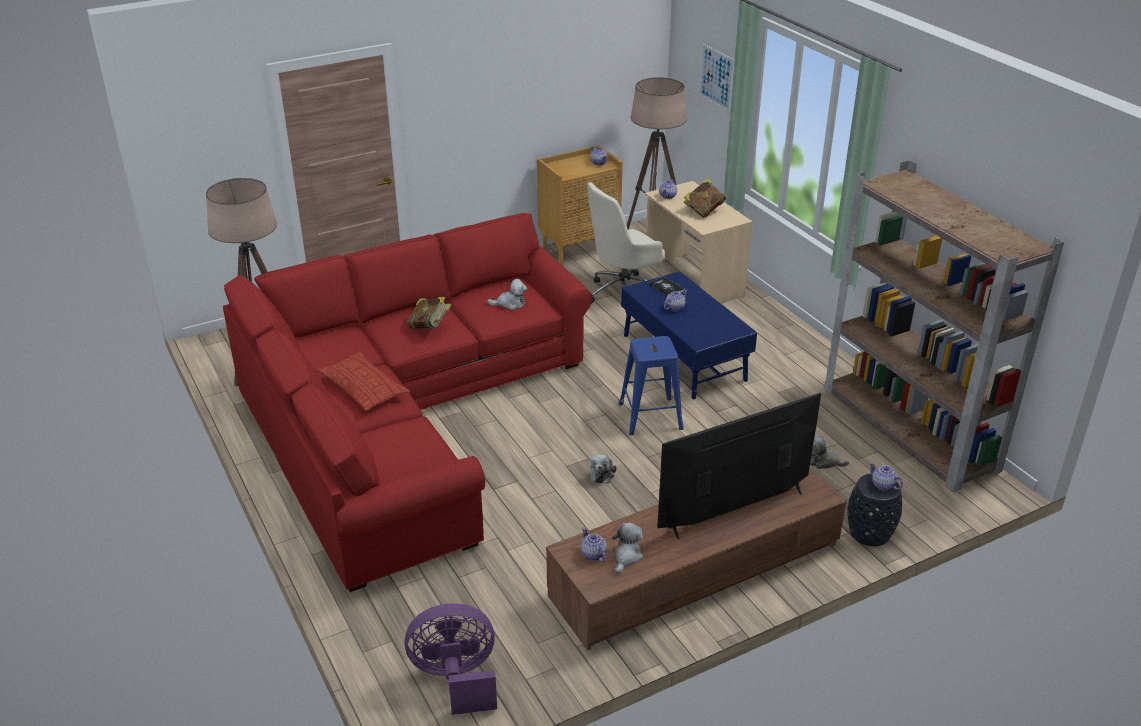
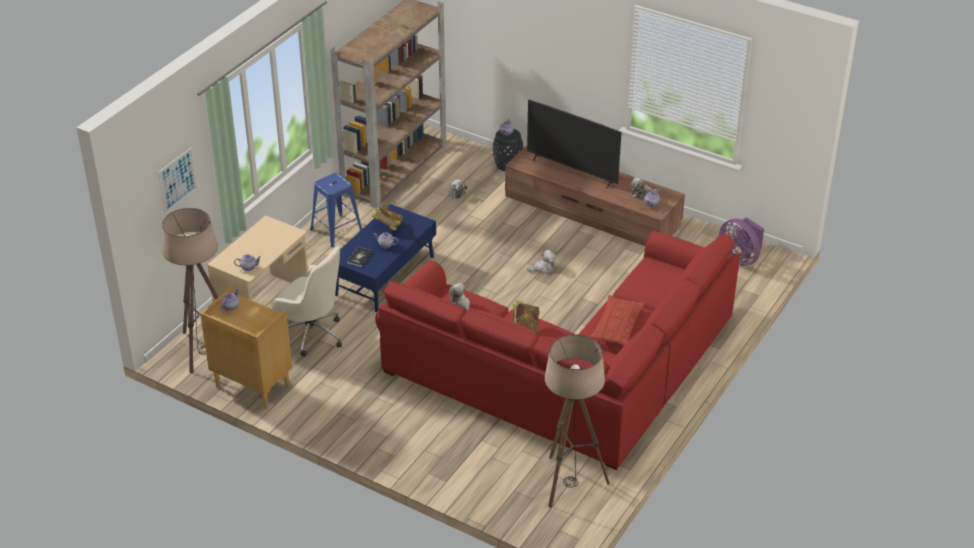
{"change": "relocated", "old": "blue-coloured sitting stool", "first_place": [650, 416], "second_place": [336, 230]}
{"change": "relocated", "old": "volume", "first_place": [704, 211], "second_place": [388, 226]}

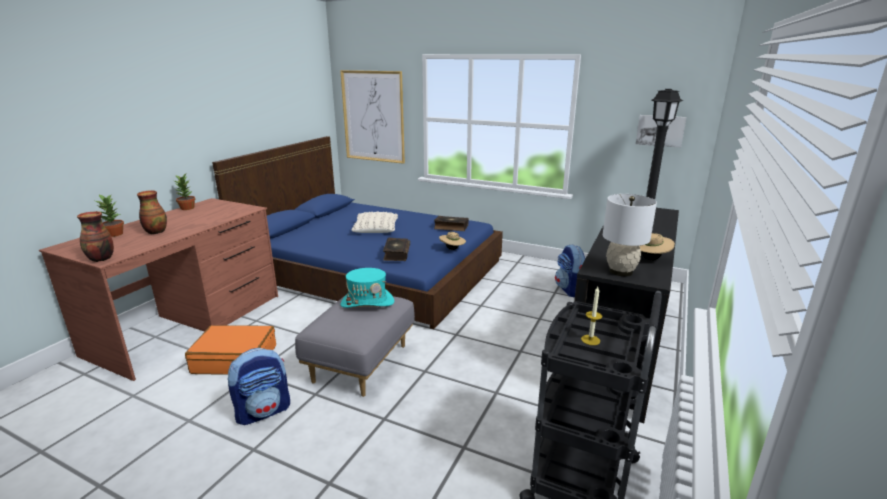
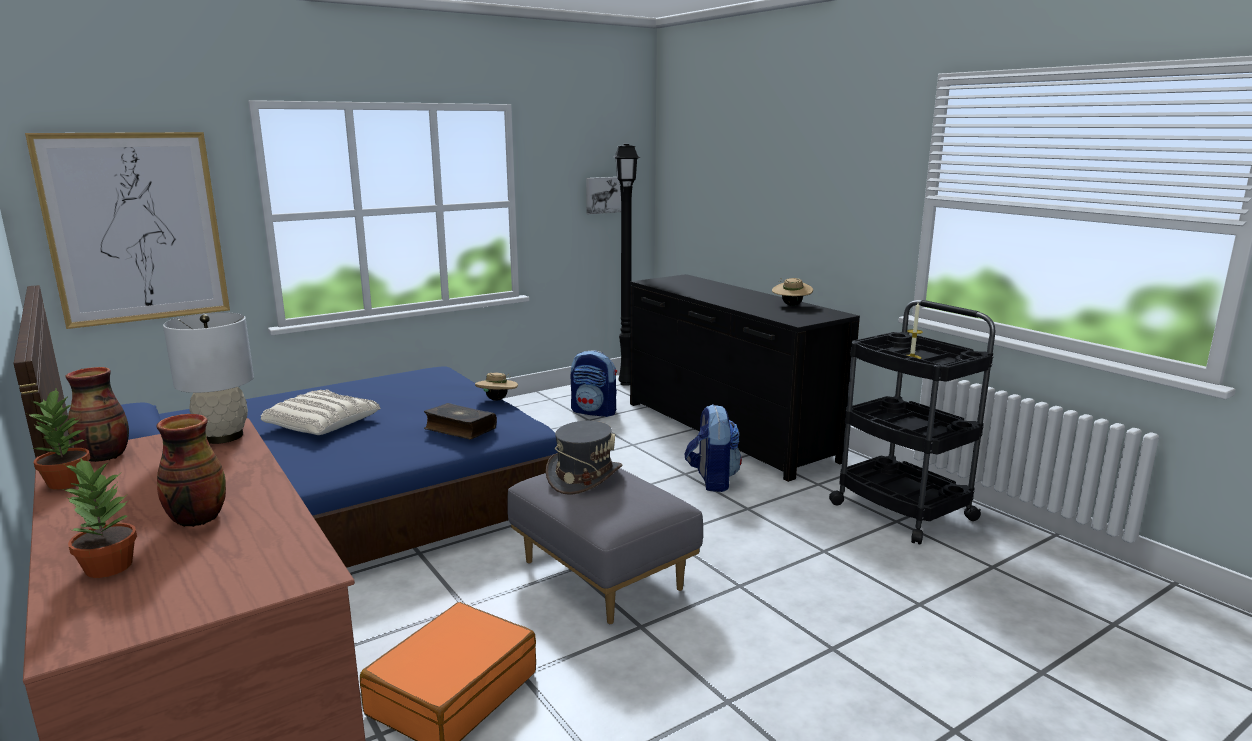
{"change": "relocated", "old": "decorative vase", "first_place": [101, 259], "second_place": [105, 456]}
{"change": "relocated", "old": "white-coloured table lamp", "first_place": [621, 271], "second_place": [223, 436]}
{"change": "colour", "old": "blue-green clothing hat", "new": "greyish clothing hat", "first_place": [367, 302], "second_place": [584, 477]}
{"change": "relocated", "old": "rucksack", "first_place": [264, 411], "second_place": [712, 480]}
{"change": "missing", "old": "volume", "first_place": [451, 227]}

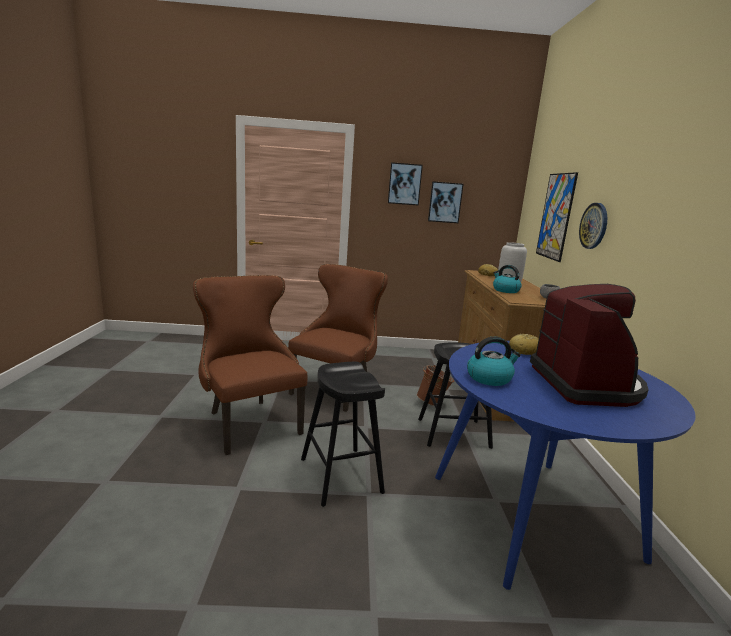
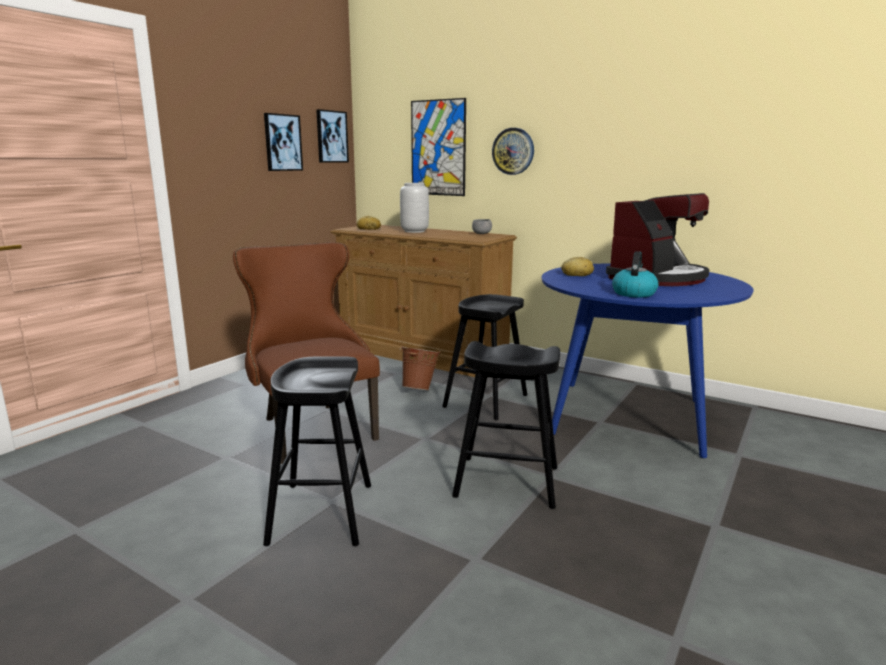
{"change": "exchanged", "old": "brown plain chair", "new": "black sitting stool", "first_place": [249, 422], "second_place": [321, 513]}
{"change": "relocated", "old": "wall art", "first_place": [404, 184], "second_place": [331, 136]}
{"change": "spun", "old": "coffee machine", "first_place": [586, 384], "second_place": [658, 278], "degrees": 105}
{"change": "missing", "old": "water kettle", "first_place": [505, 290]}

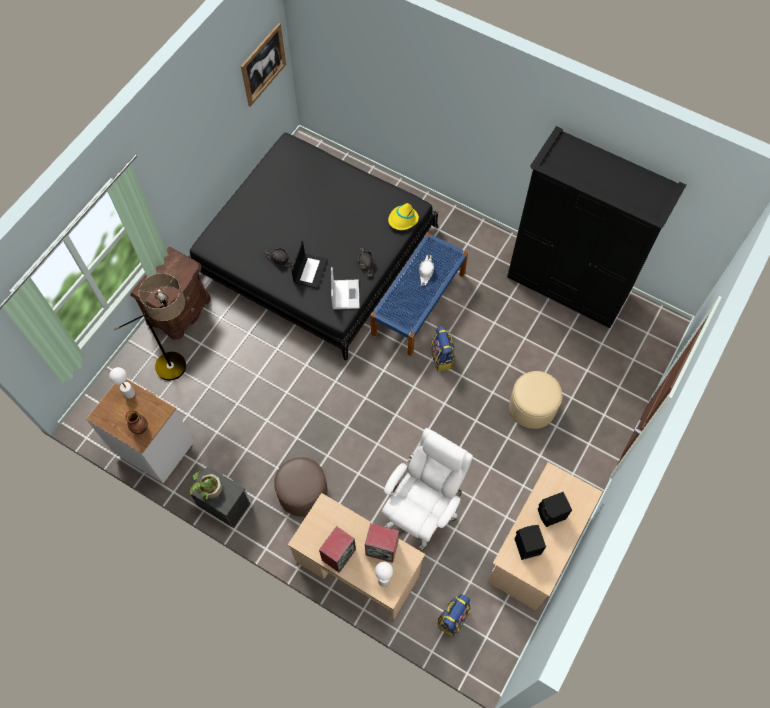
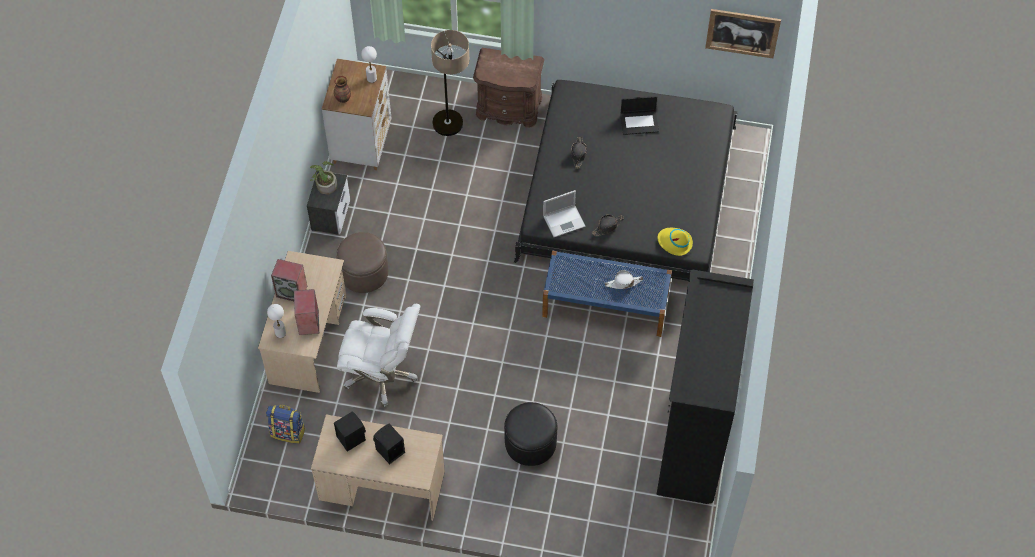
{"change": "colour", "old": "sand-coloured pouffe", "new": "black pouffe", "first_place": [532, 407], "second_place": [530, 442]}
{"change": "relocated", "old": "notebook computer", "first_place": [310, 270], "second_place": [639, 122]}
{"change": "missing", "old": "rucksack", "first_place": [442, 357]}

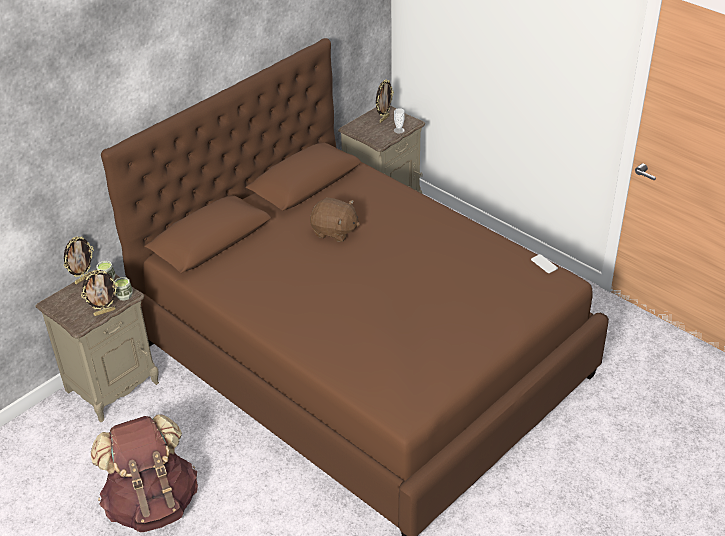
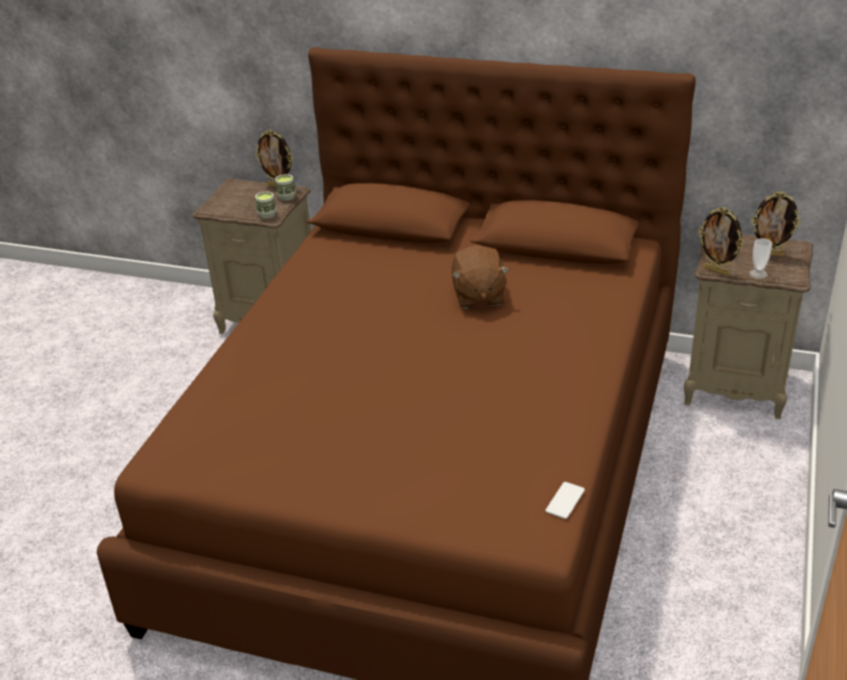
{"change": "relocated", "old": "picture frame", "first_place": [104, 312], "second_place": [716, 271]}
{"change": "missing", "old": "brown rucksack", "first_place": [152, 503]}

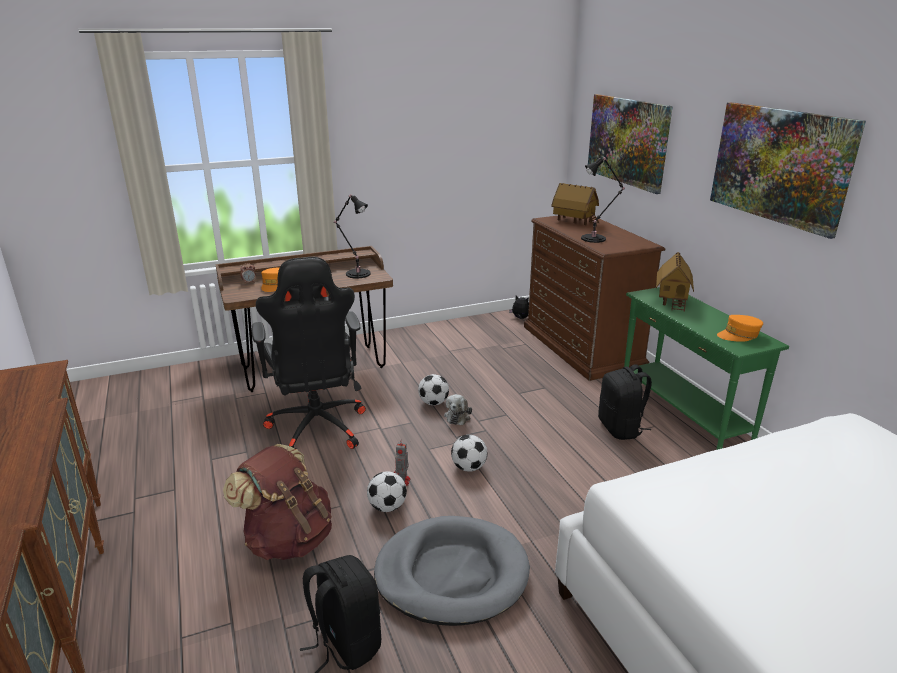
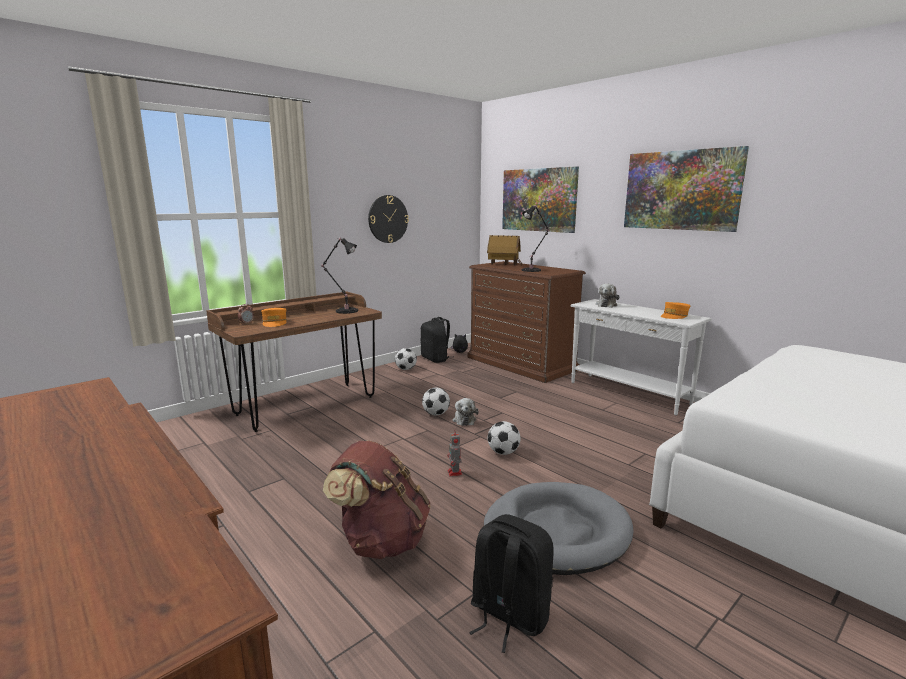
{"change": "appeared", "new": "hanging clock", "second_place": [388, 219]}
{"change": "relocated", "old": "football", "first_place": [387, 507], "second_place": [406, 369]}
{"change": "relocated", "old": "black rucksack", "first_place": [621, 429], "second_place": [436, 359]}
{"change": "colour", "old": "greenish console table", "new": "white-coloured console table", "first_place": [684, 415], "second_place": [629, 393]}
{"change": "exchanged", "old": "model house", "new": "soft toy", "first_place": [672, 300], "second_place": [607, 305]}
{"change": "missing", "old": "black desk chair", "first_place": [316, 423]}

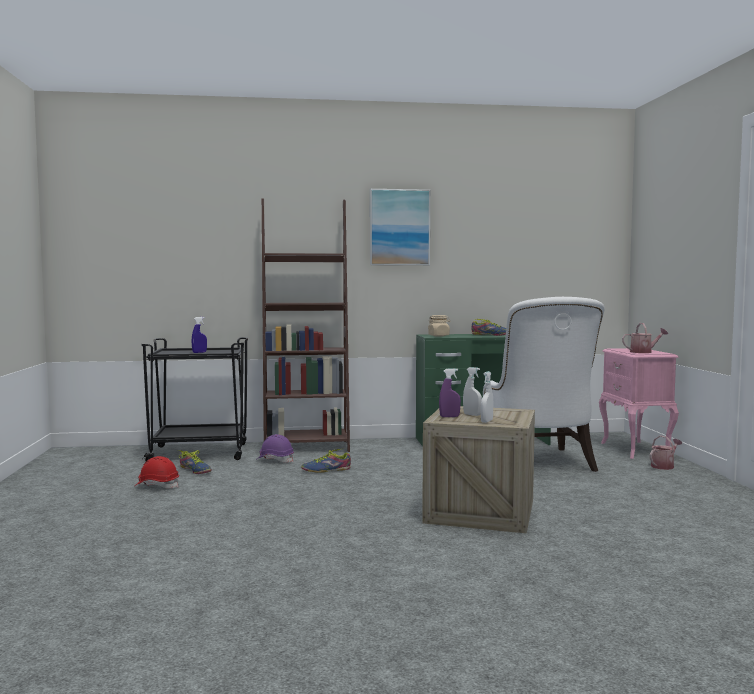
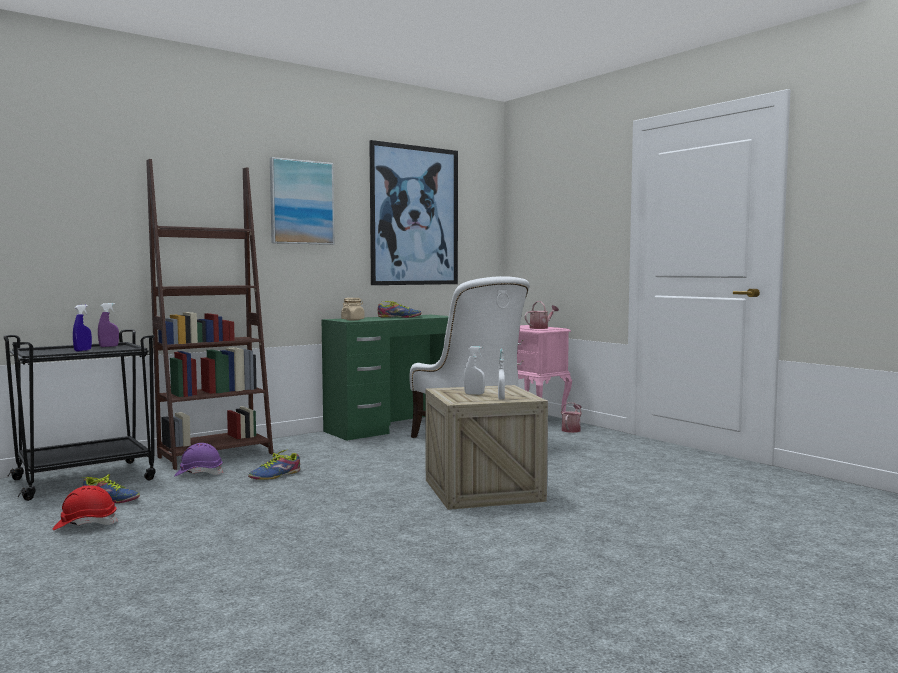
{"change": "relocated", "old": "purple hand sprayer", "first_place": [449, 416], "second_place": [109, 346]}
{"change": "appeared", "new": "wall art", "second_place": [414, 216]}

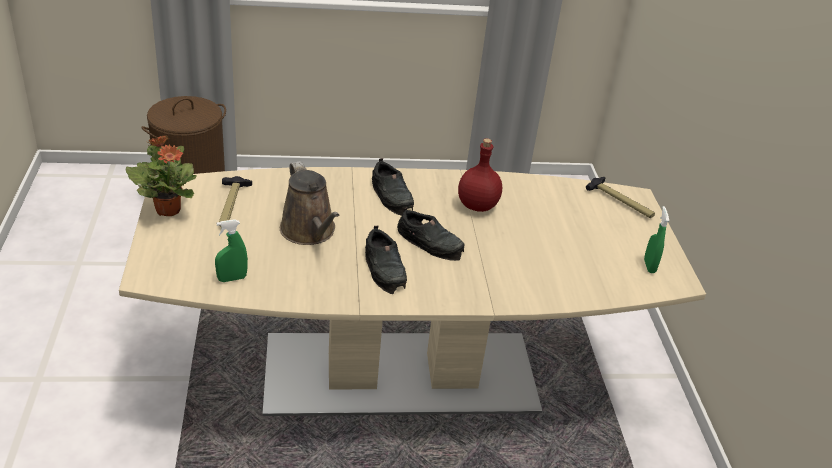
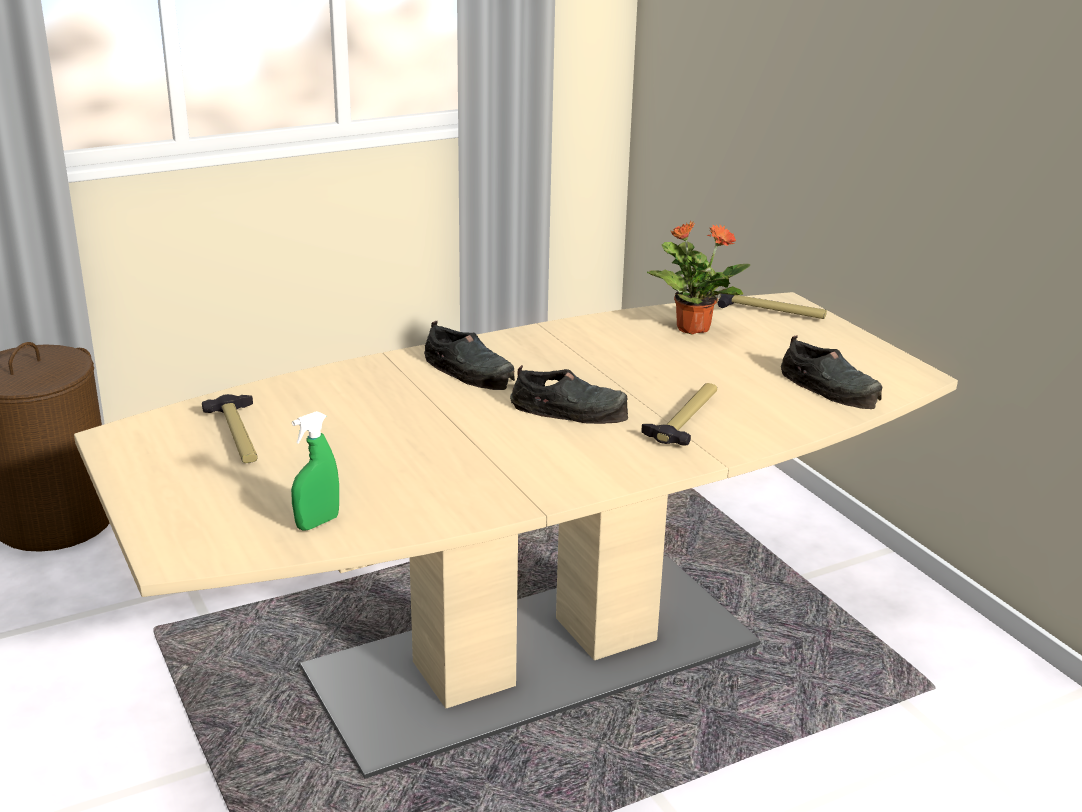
{"change": "appeared", "new": "hand hammer", "second_place": [686, 419]}
{"change": "relocated", "old": "plant in a pot", "first_place": [168, 209], "second_place": [692, 328]}
{"change": "relocated", "old": "black low shoe", "first_place": [385, 268], "second_place": [830, 387]}
{"change": "missing", "old": "brown watering can", "first_place": [310, 232]}
{"change": "missing", "old": "red-coloured beverage bottle", "first_place": [477, 206]}
{"change": "missing", "old": "greenish hand sprayer", "first_place": [649, 266]}

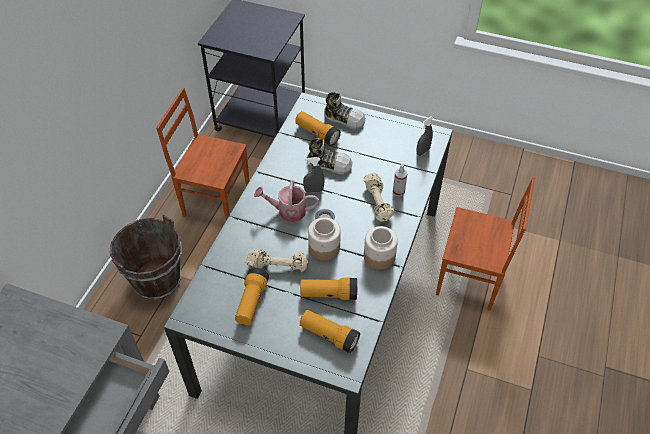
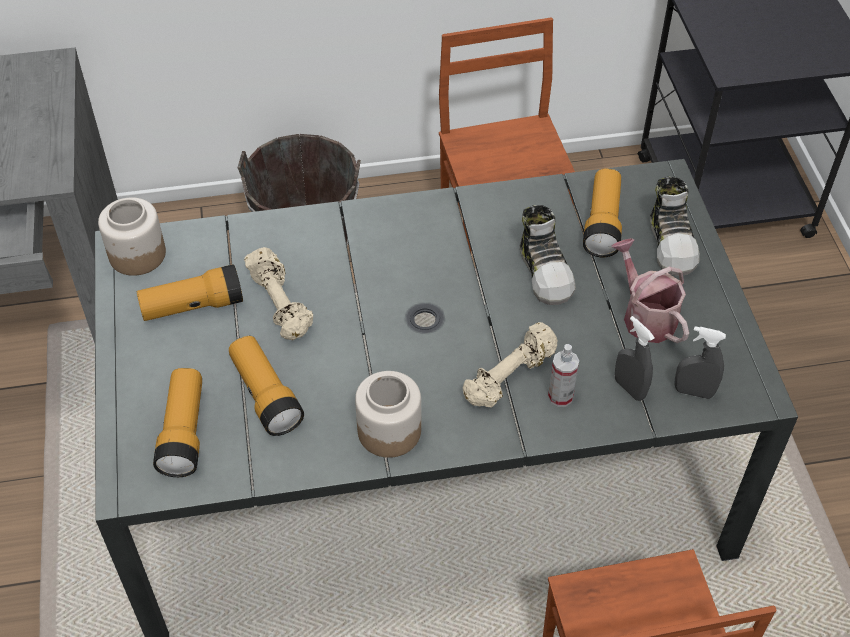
{"change": "relocated", "old": "storage jar", "first_place": [324, 248], "second_place": [136, 254]}
{"change": "relocated", "old": "watering can", "first_place": [287, 211], "second_place": [645, 316]}
{"change": "relocated", "old": "greyish hand sprayer", "first_place": [314, 190], "second_place": [629, 388]}

